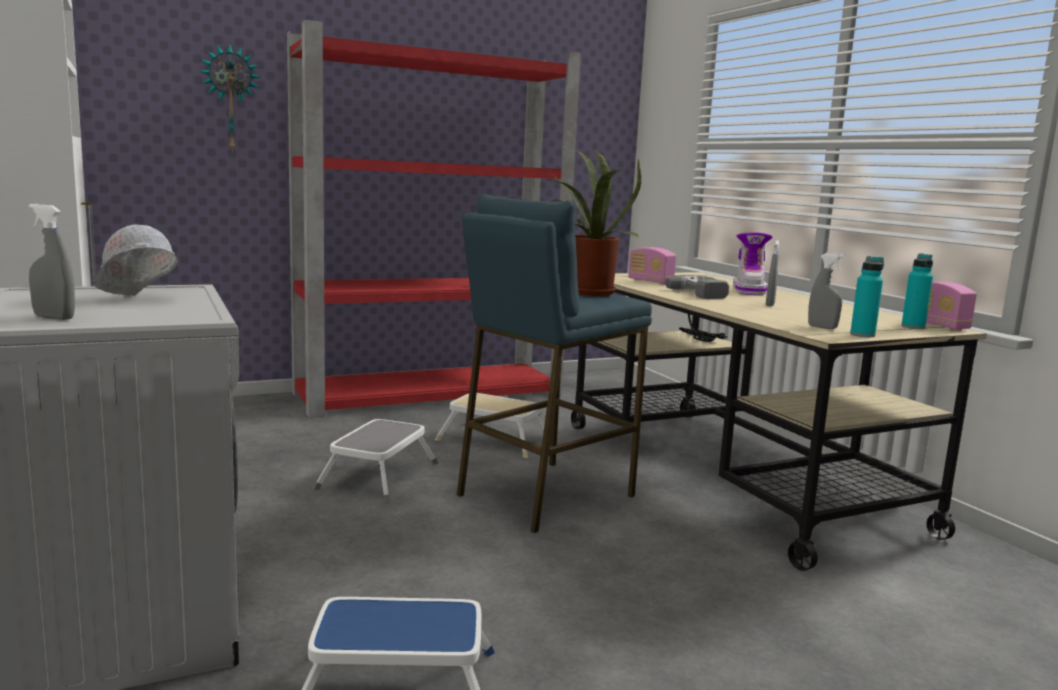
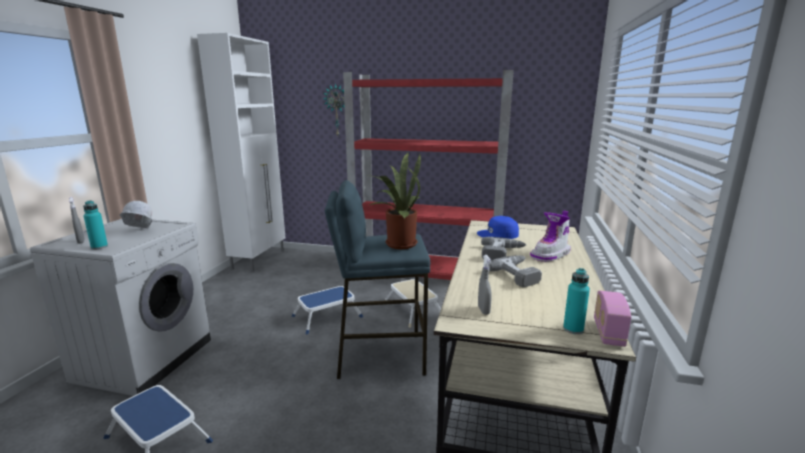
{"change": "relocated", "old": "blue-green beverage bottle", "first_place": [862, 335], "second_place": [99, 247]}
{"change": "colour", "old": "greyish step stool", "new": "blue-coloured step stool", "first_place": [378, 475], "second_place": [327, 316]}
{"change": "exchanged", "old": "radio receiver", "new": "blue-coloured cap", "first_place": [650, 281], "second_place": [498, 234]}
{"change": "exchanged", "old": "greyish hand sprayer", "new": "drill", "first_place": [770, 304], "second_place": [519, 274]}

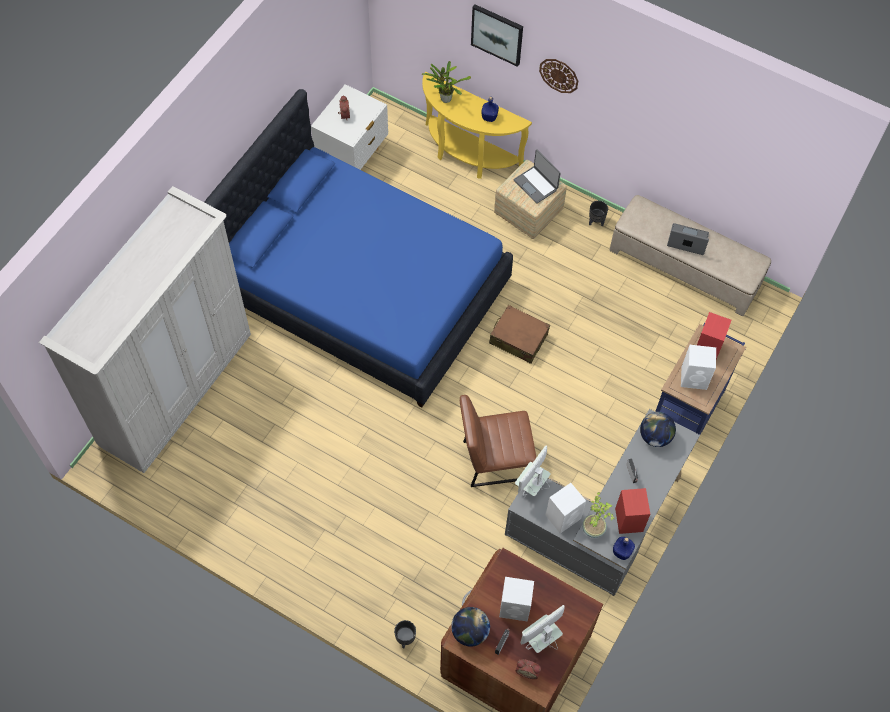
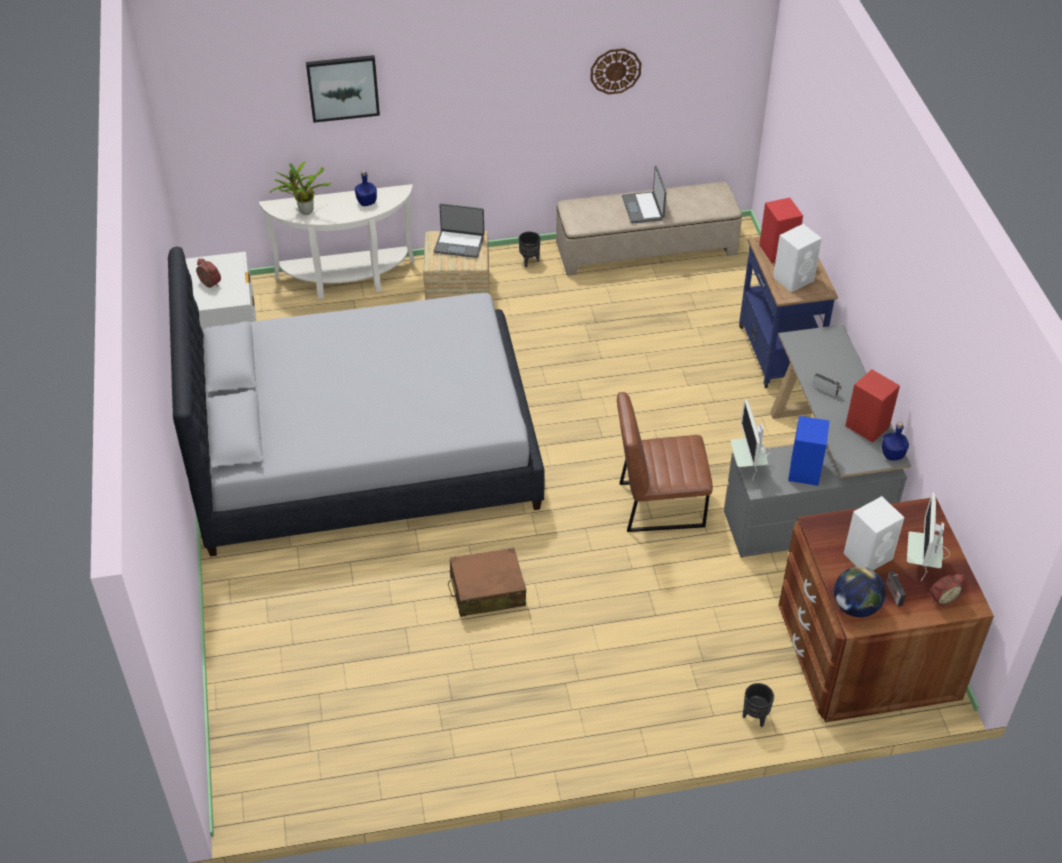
{"change": "colour", "old": "blue-coloured bed", "new": "greyish bed", "first_place": [363, 287], "second_place": [363, 448]}
{"change": "colour", "old": "yellow console table", "new": "white-coloured console table", "first_place": [467, 156], "second_place": [346, 280]}
{"change": "relocated", "old": "brown piece of luggage", "first_place": [518, 339], "second_place": [487, 590]}
{"change": "relocated", "old": "hanging clock", "first_place": [559, 75], "second_place": [615, 70]}
{"change": "spun", "old": "brown plain chair", "first_place": [494, 459], "second_place": [658, 504], "degrees": 45}
{"change": "spun", "old": "notebook computer", "first_place": [687, 241], "second_place": [643, 208], "degrees": -75}
{"change": "colour", "old": "white-coloured loudspeaker", "new": "blue-coloured loudspeaker", "first_place": [563, 516], "second_place": [804, 470]}
{"change": "missing", "old": "white-coloured armoire", "first_place": [177, 388]}
{"change": "missing", "old": "plant in a pot", "first_place": [594, 528]}
{"change": "missing", "old": "world globe", "first_place": [655, 436]}

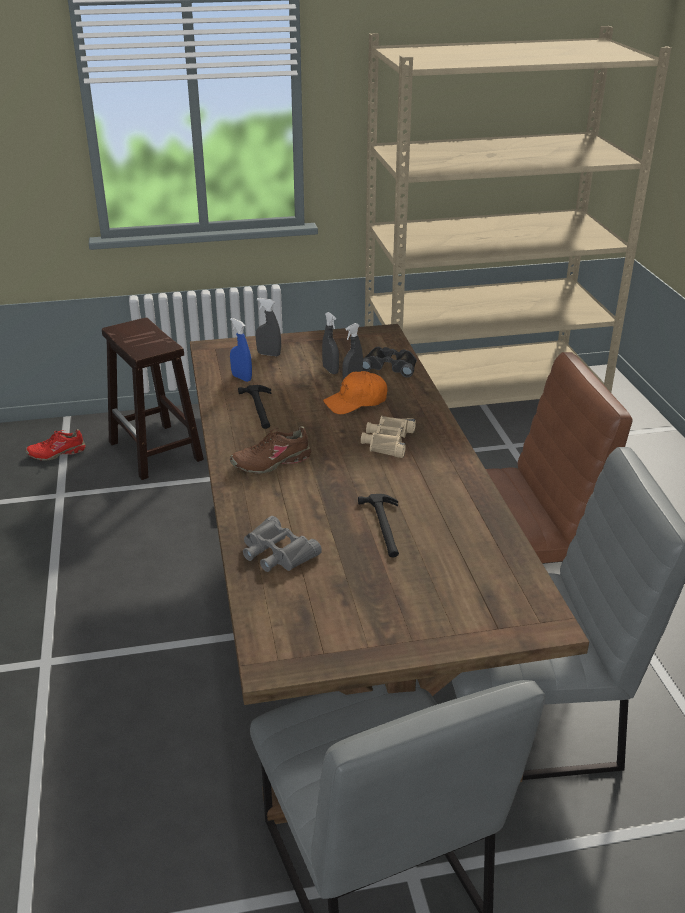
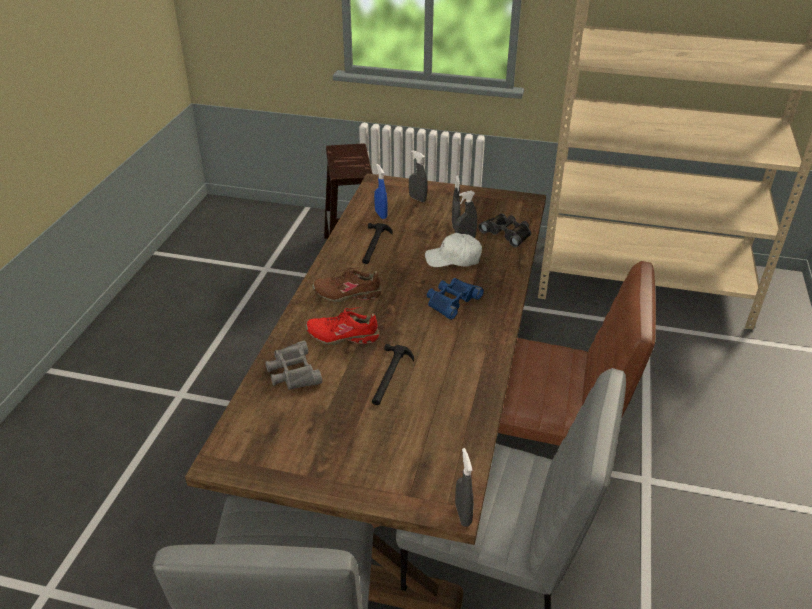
{"change": "relocated", "old": "red-coloured low shoe", "first_place": [57, 453], "second_place": [343, 335]}
{"change": "colour", "old": "orangey cap", "new": "white-coloured cap", "first_place": [356, 402], "second_place": [453, 259]}
{"change": "colour", "old": "sand-coloured pair of binoculars", "new": "blue-coloured pair of binoculars", "first_place": [387, 441], "second_place": [451, 301]}
{"change": "appeared", "new": "greyish hand sprayer", "second_place": [463, 514]}

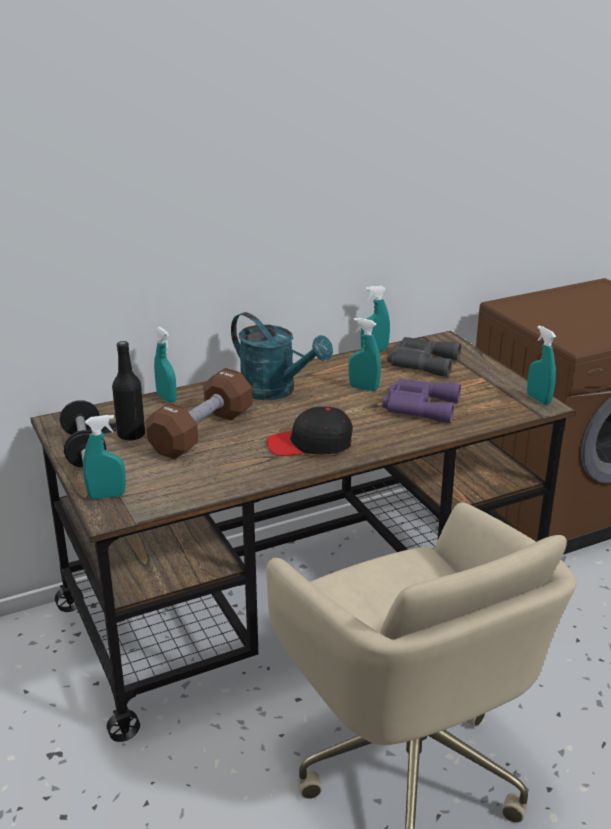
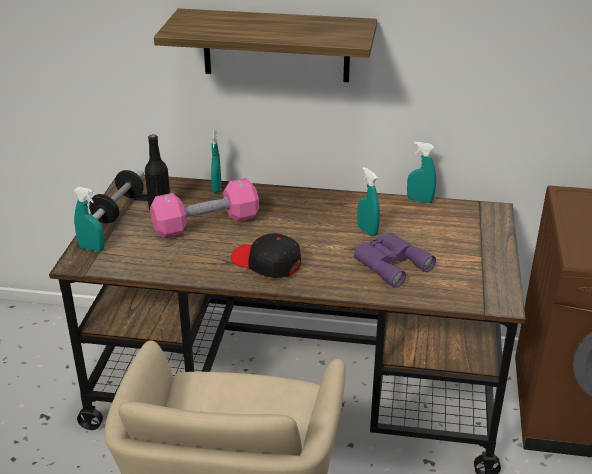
{"change": "colour", "old": "brown dumbbell", "new": "pink-coloured dumbbell", "first_place": [202, 432], "second_place": [206, 224]}
{"change": "appeared", "new": "bracket shelf", "second_place": [276, 45]}
{"change": "missing", "old": "blue-green watering can", "first_place": [276, 391]}
{"change": "missing", "old": "greyish pair of binoculars", "first_place": [421, 362]}
{"change": "missing", "old": "blue-green hand sprayer", "first_place": [538, 399]}

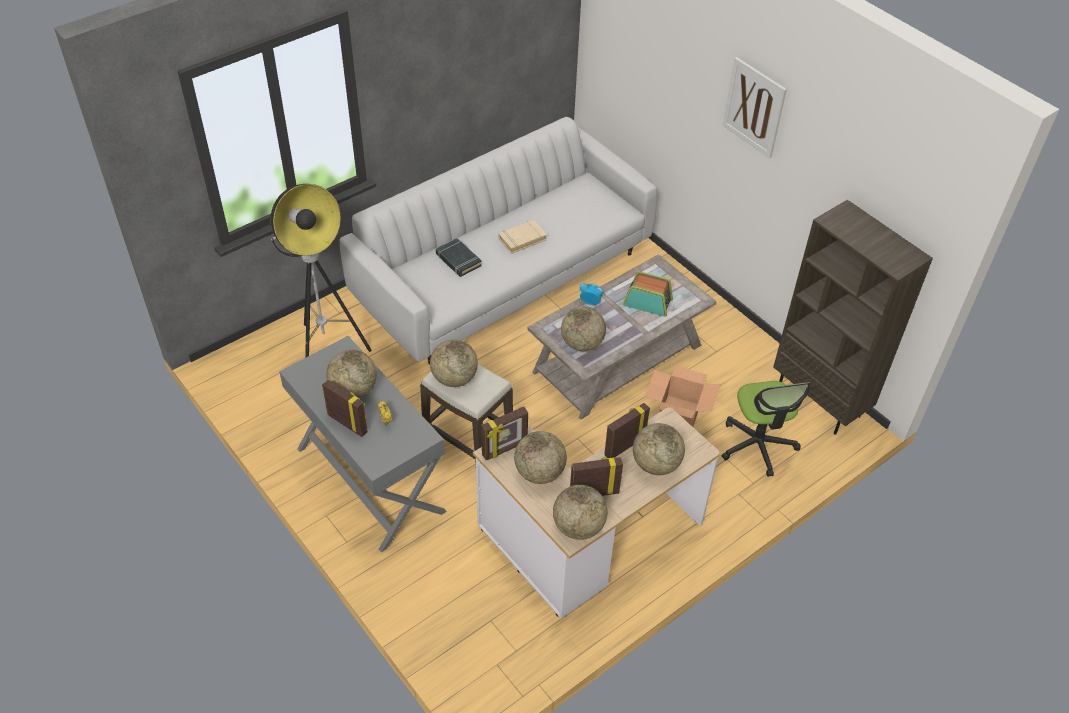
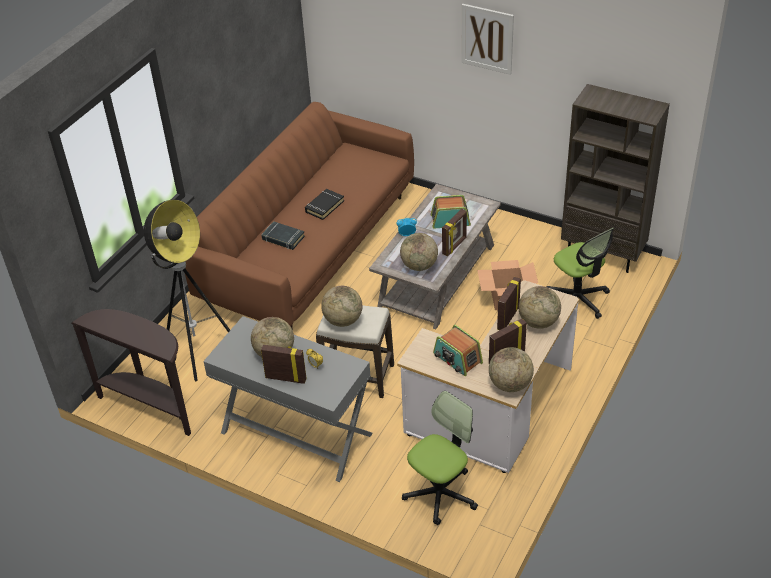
{"change": "appeared", "new": "brown console table", "second_place": [151, 406]}
{"change": "colour", "old": "white-coloured couch", "new": "brown couch", "first_place": [503, 277], "second_place": [310, 248]}
{"change": "colour", "old": "sand-coloured volume", "new": "black volume", "first_place": [522, 239], "second_place": [324, 206]}
{"change": "appeared", "new": "desk chair", "second_place": [440, 493]}
{"change": "exchanged", "old": "world globe", "new": "radio receiver", "first_place": [539, 473], "second_place": [457, 359]}
{"change": "relocated", "old": "picture frame", "first_place": [505, 449], "second_place": [455, 246]}

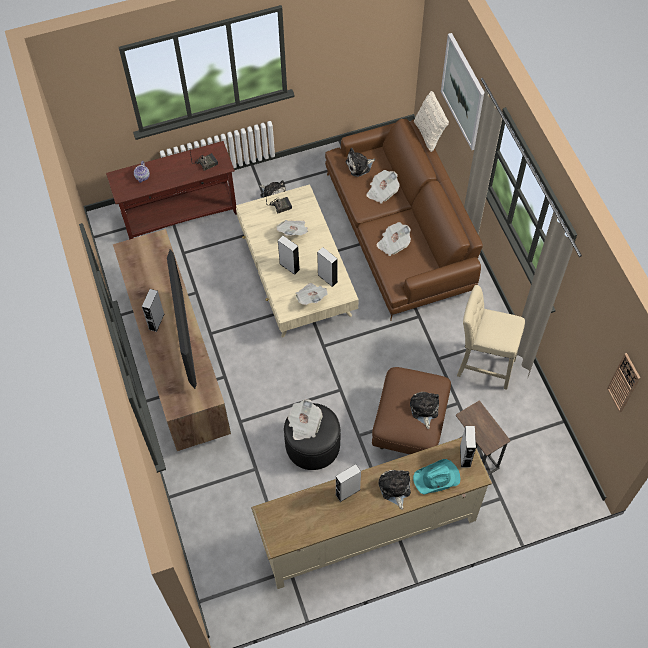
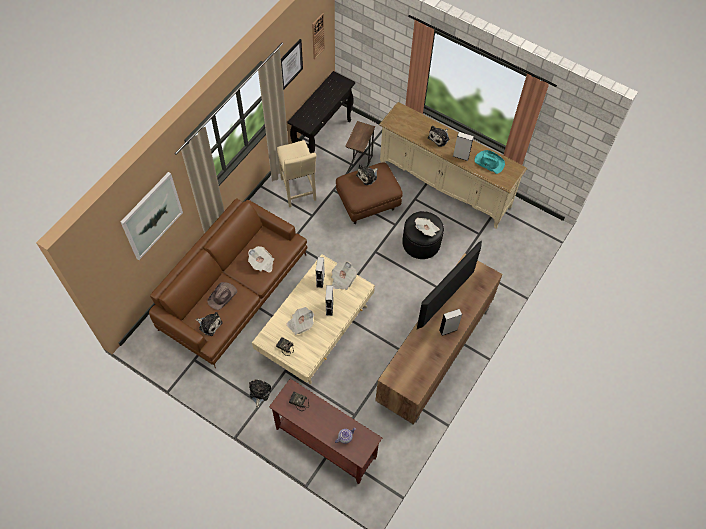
{"change": "exchanged", "old": "printed paper", "new": "brown clothing hat", "first_place": [382, 192], "second_place": [222, 296]}
{"change": "appeared", "new": "wall art", "second_place": [290, 64]}
{"change": "appeared", "new": "black console table", "second_place": [323, 137]}
{"change": "relocated", "old": "blue-green clothing hat", "first_place": [437, 478], "second_place": [489, 162]}
{"change": "missing", "old": "sand-coloured cushion", "first_place": [429, 135]}
{"change": "missing", "old": "greyish loudspeaker", "first_place": [465, 456]}

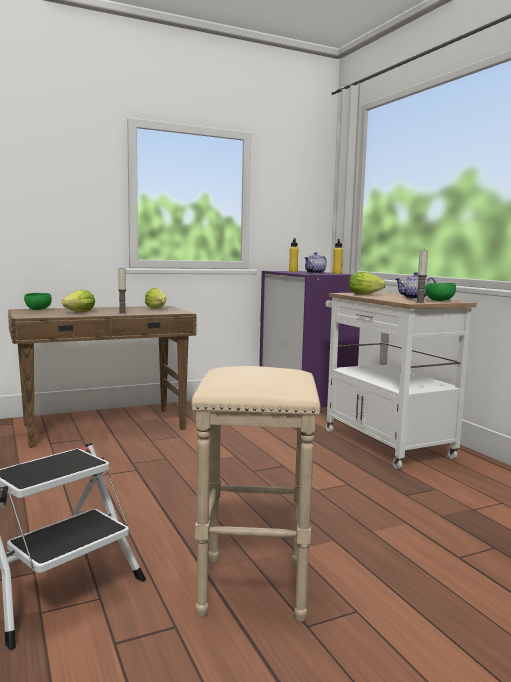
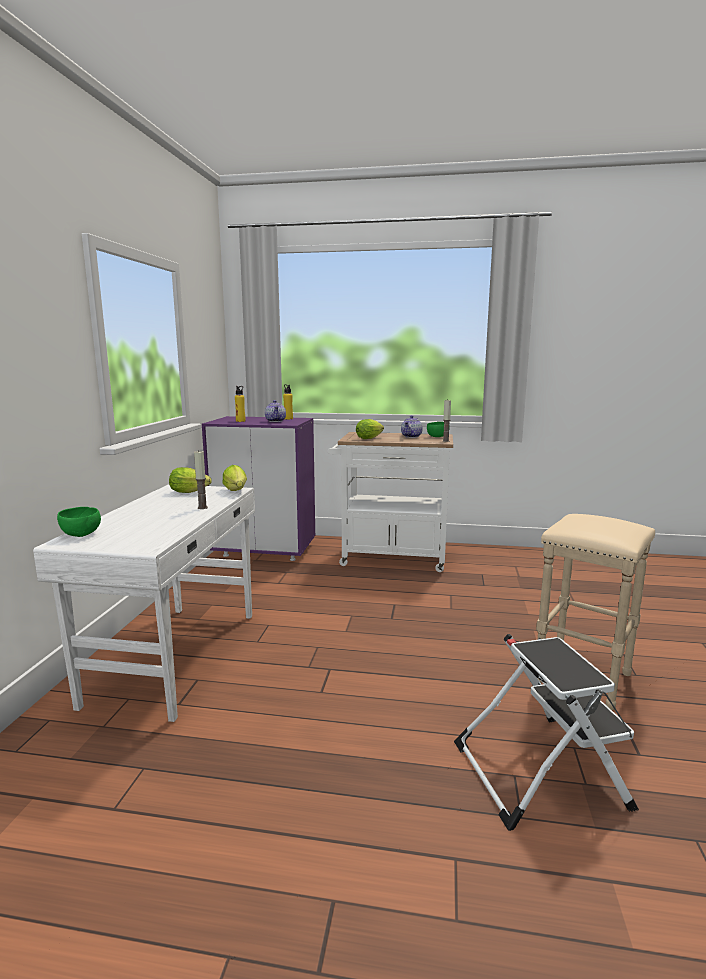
{"change": "colour", "old": "brown console table", "new": "white-coloured console table", "first_place": [105, 427], "second_place": [176, 656]}
{"change": "relocated", "old": "lettuce head", "first_place": [78, 312], "second_place": [236, 491]}

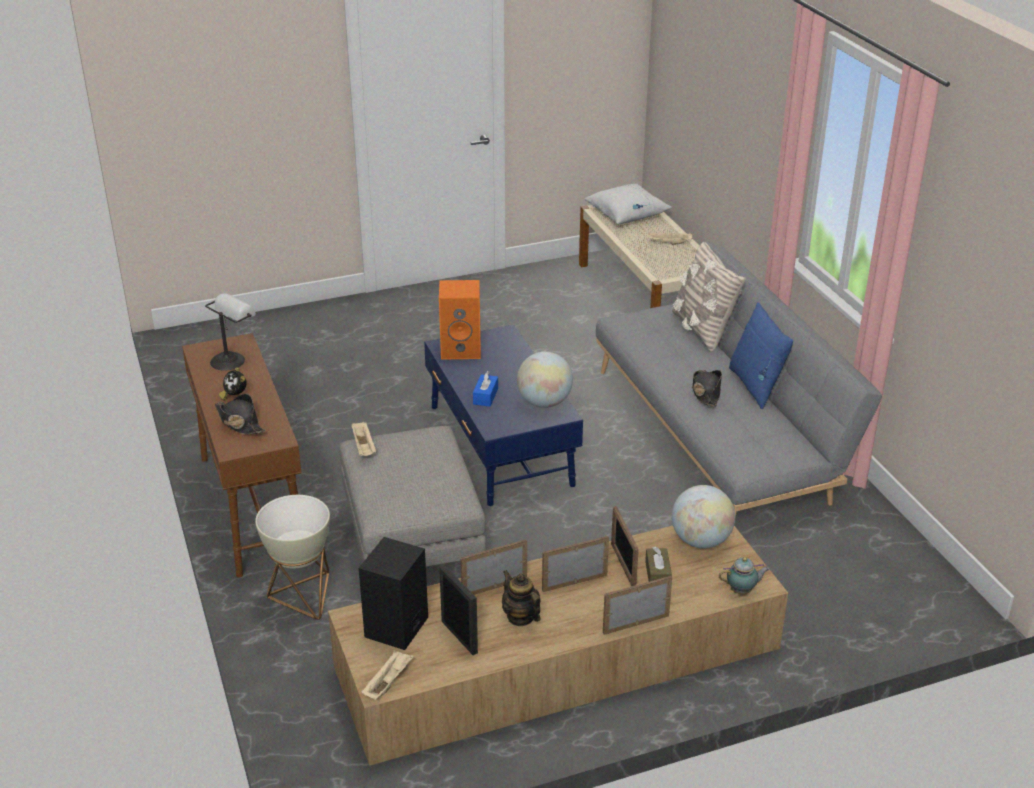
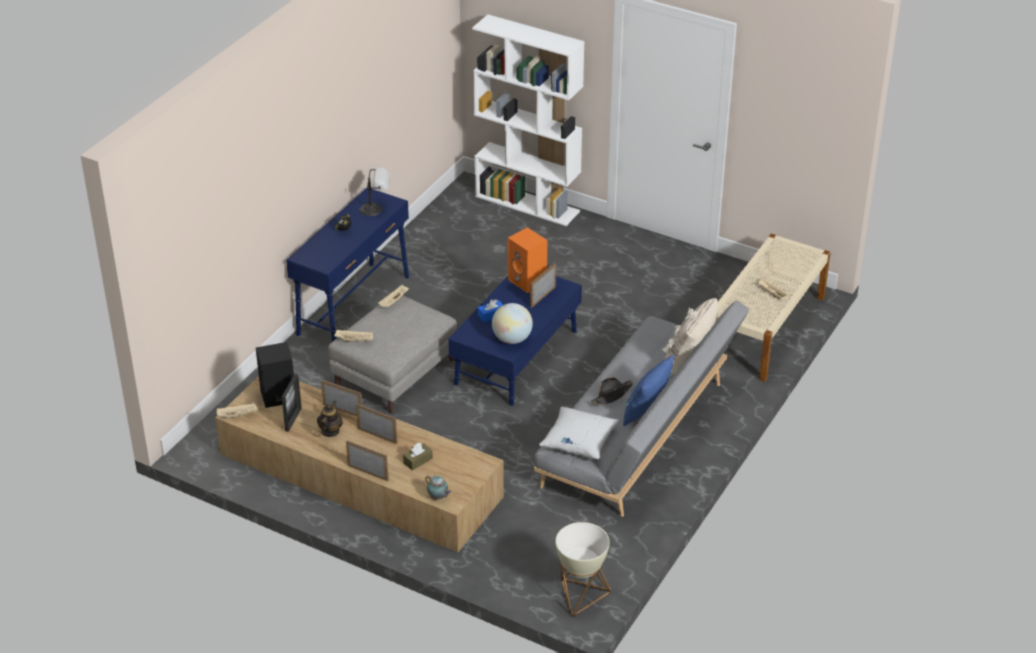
{"change": "colour", "old": "brown console table", "new": "blue-coloured console table", "first_place": [254, 507], "second_place": [354, 306]}
{"change": "appeared", "new": "sand-coloured serving tray", "second_place": [355, 340]}
{"change": "appeared", "new": "white-coloured shelving unit", "second_place": [528, 204]}
{"change": "relocated", "old": "picture frame", "first_place": [623, 565], "second_place": [542, 297]}
{"change": "relocated", "old": "greyish cushion", "first_place": [626, 215], "second_place": [578, 441]}
{"change": "relocated", "old": "plant pot", "first_place": [302, 596], "second_place": [581, 594]}
{"change": "missing", "old": "black clothing hat", "first_place": [239, 422]}
{"change": "missing", "old": "world globe", "first_place": [700, 541]}

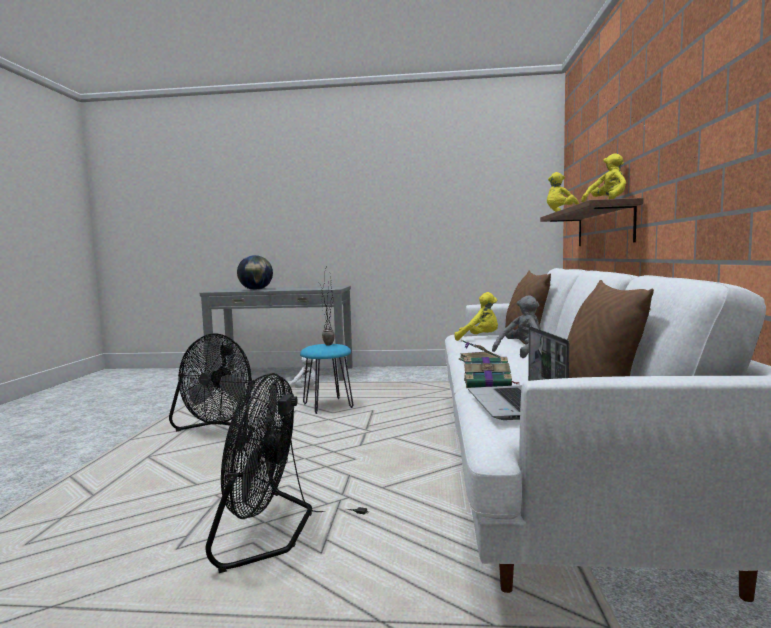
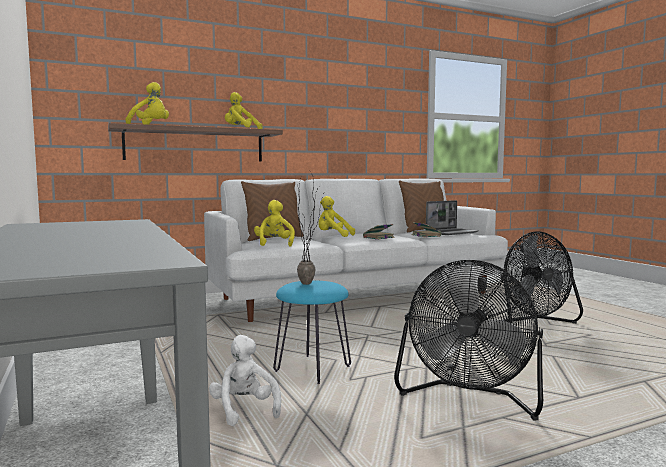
{"change": "colour", "old": "greyish soft toy", "new": "yellow soft toy", "first_place": [521, 352], "second_place": [333, 236]}
{"change": "spun", "old": "black fan", "first_place": [222, 430], "second_place": [465, 396], "degrees": 120}
{"change": "missing", "old": "world globe", "first_place": [256, 289]}

